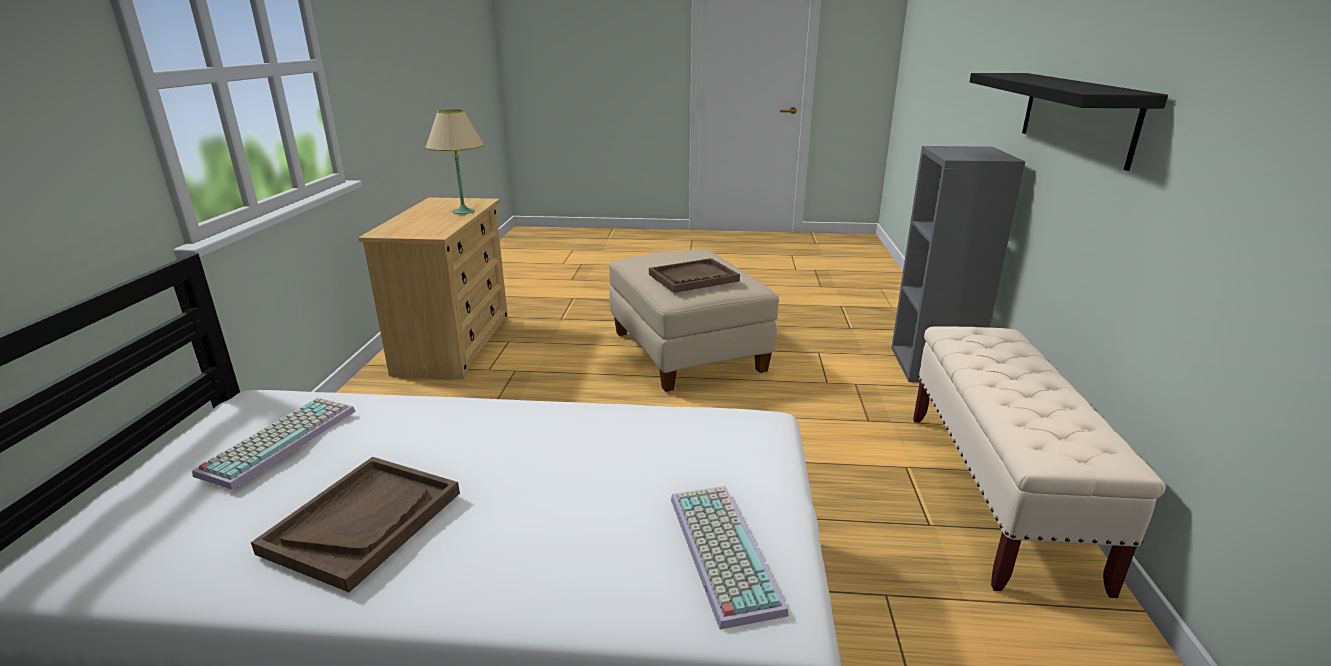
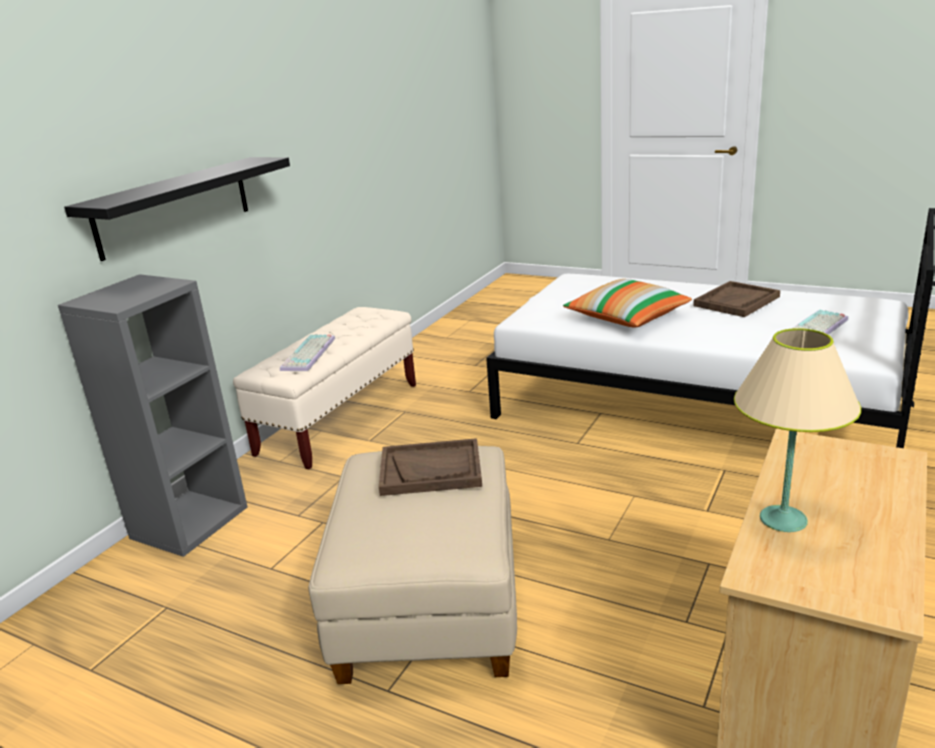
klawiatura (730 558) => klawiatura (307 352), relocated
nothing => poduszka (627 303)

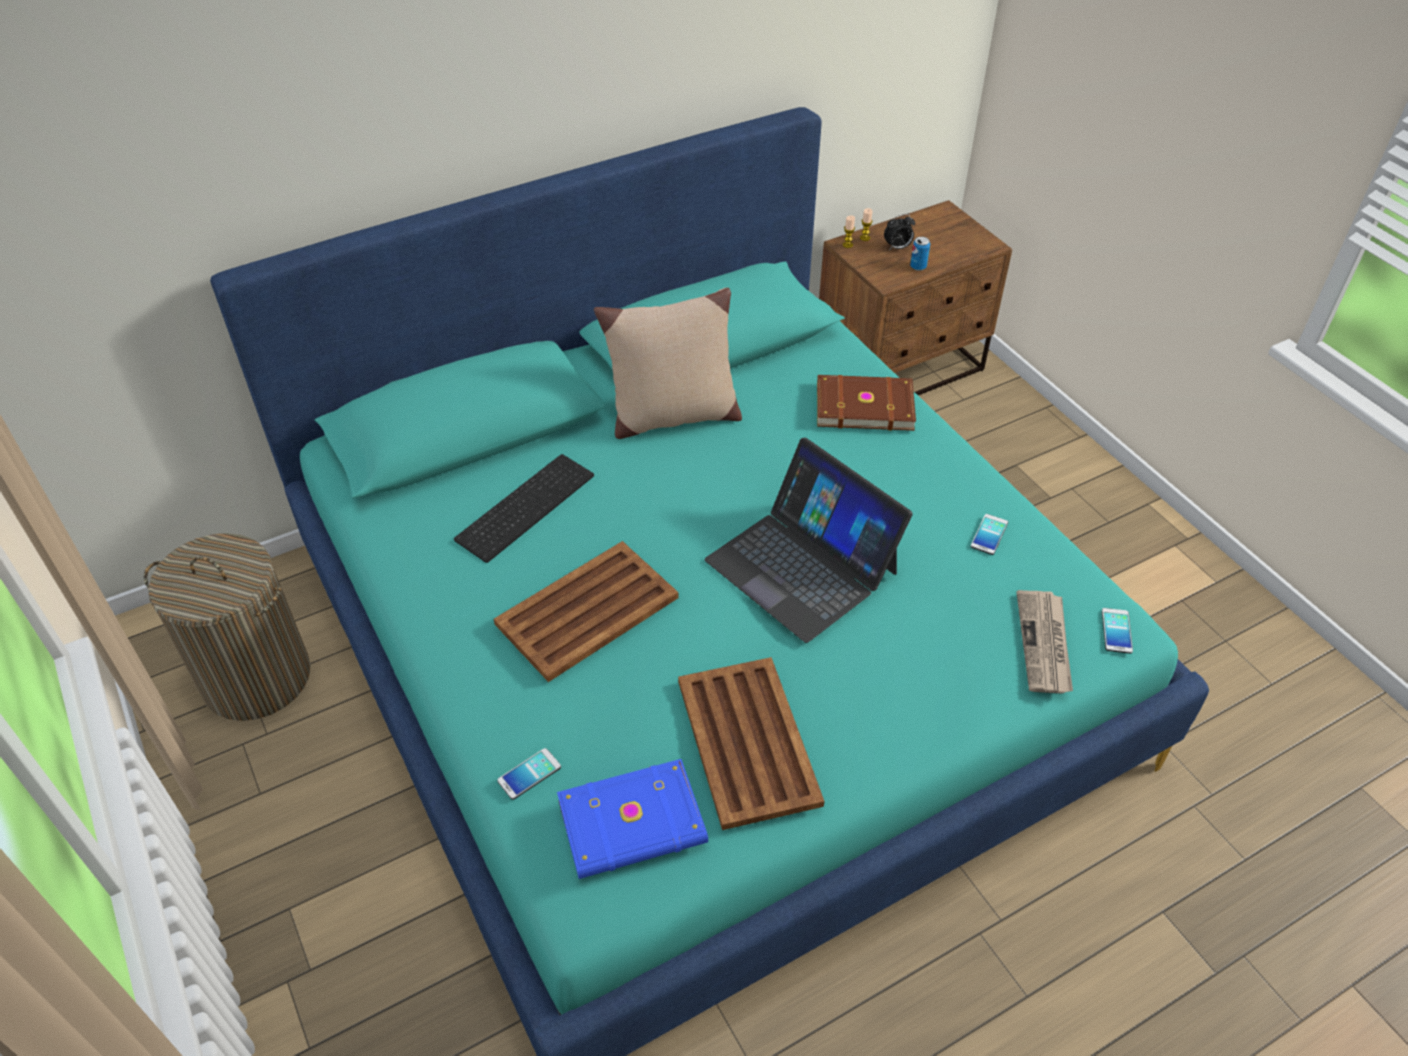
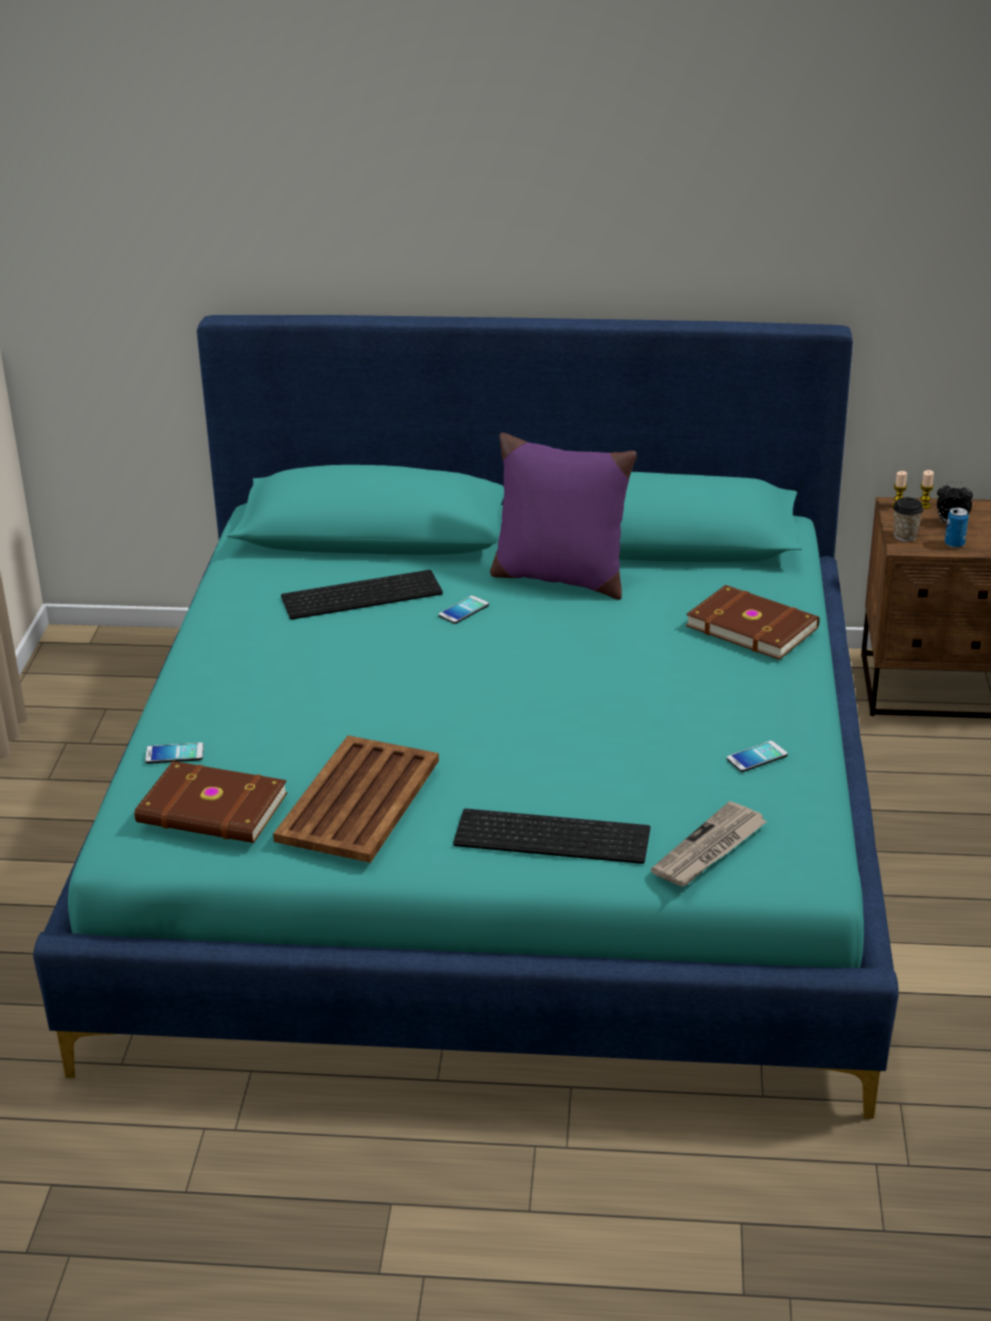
poduszka [beżowy] (668 363) => poduszka [fioletowy] (563 516)
laptop (808 540) => nothing
kosz na pranie (227 627) => nothing
taca [brązowy] (586 611) => nothing
telefon (1117 631) => telefon (463 609), relocated
książka [niebieski] (632 819) => książka [brązowy] (210 802)
nothing => filiżanka (908 519)
nothing => klawiatura (551 836)

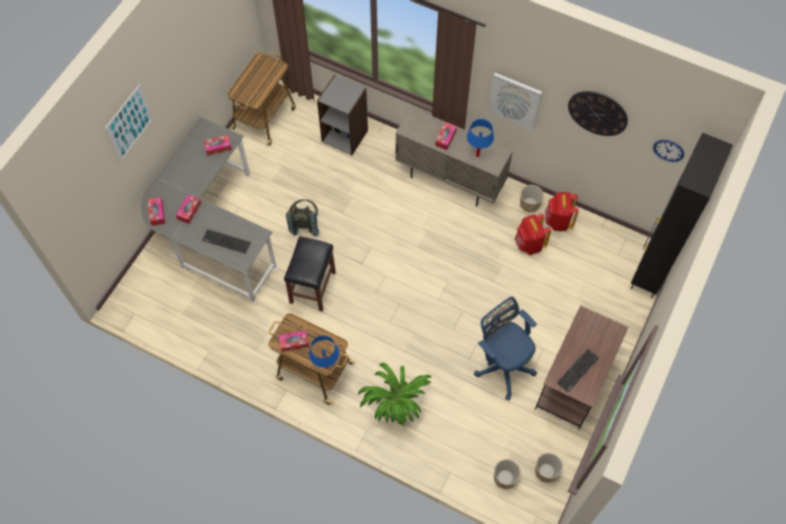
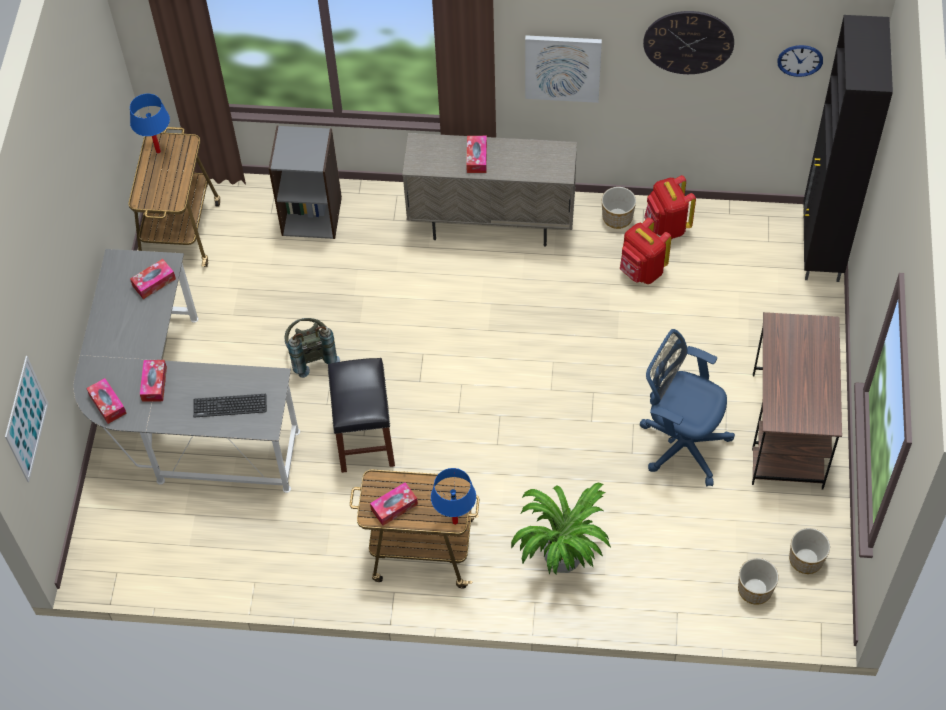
obraz (129 123) => obraz (26 419), relocated
lampa stołowa [niebieski] (480 138) => lampa stołowa [niebieski] (150 123), relocated
klawiatura (578 370) => nothing

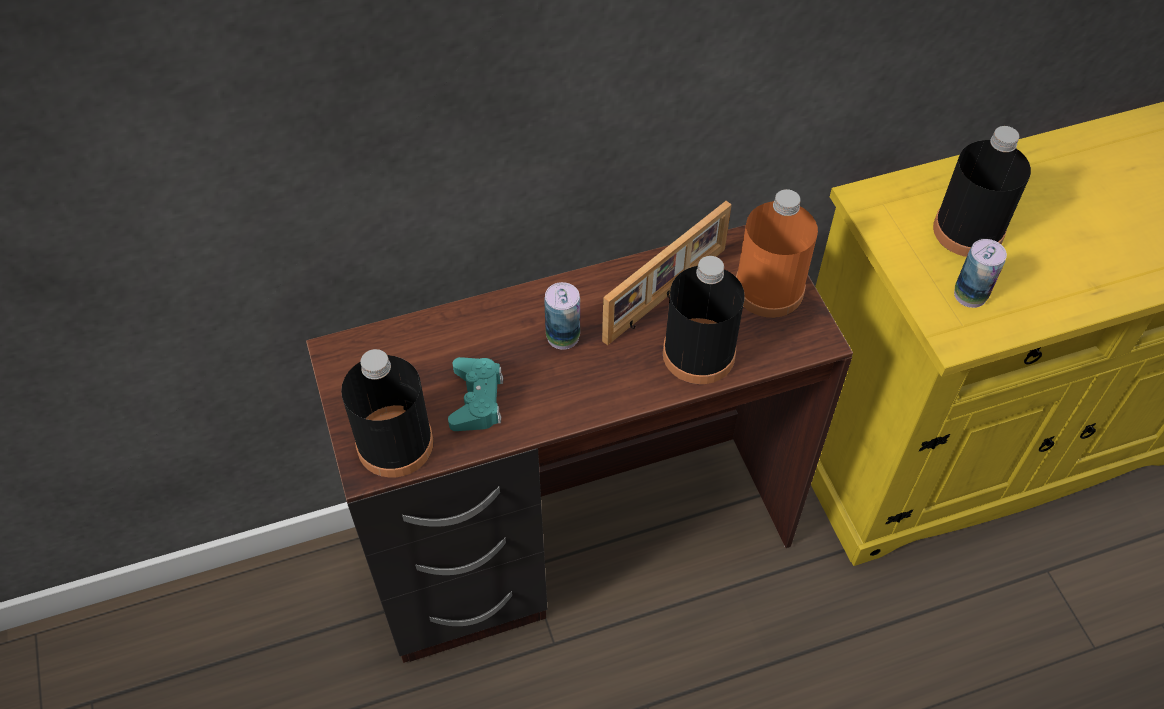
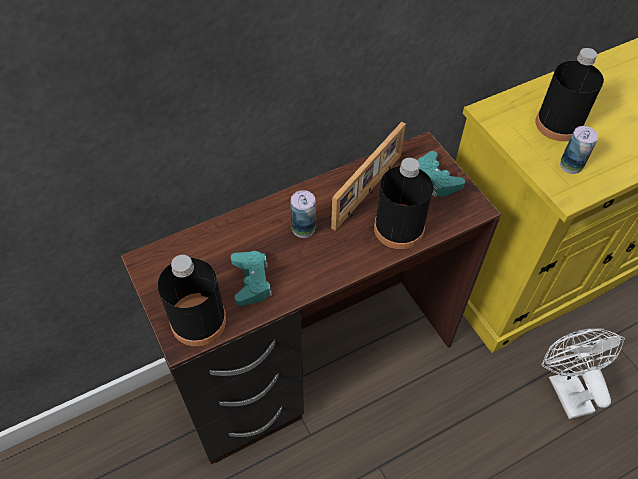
butelka [pomarańczowy] (777 253) => pad do gier [turkusowy] (441 174)
nothing => wentylator [biały] (583 373)

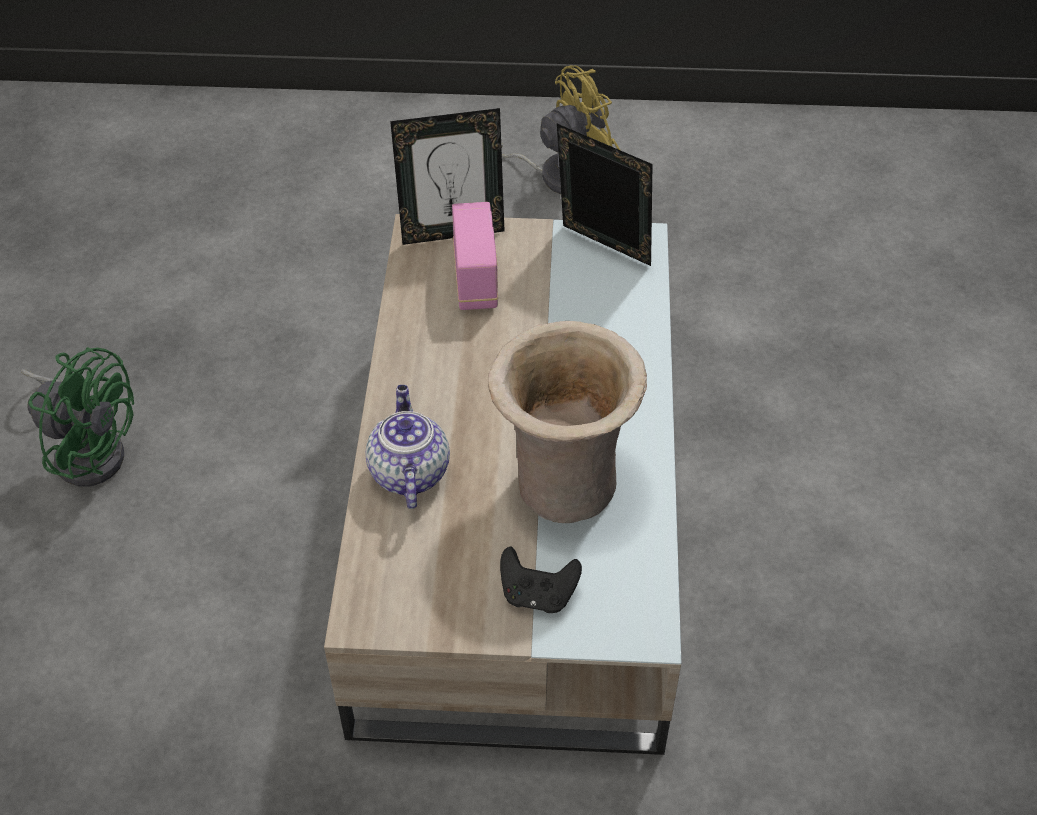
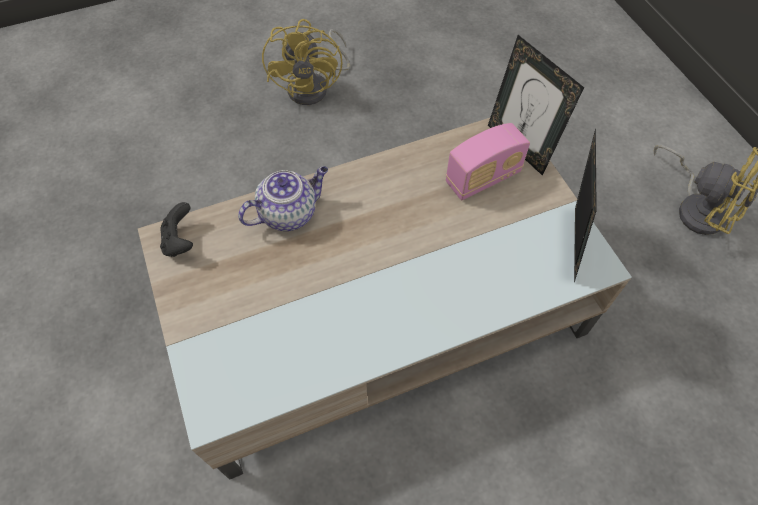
wazon [beżowy] (567 422) => nothing
wentylator [zielony] (77 417) => wentylator [żółty] (306 62)
pad do gier [czarny] (541 580) => pad do gier [czarny] (176 229), relocated

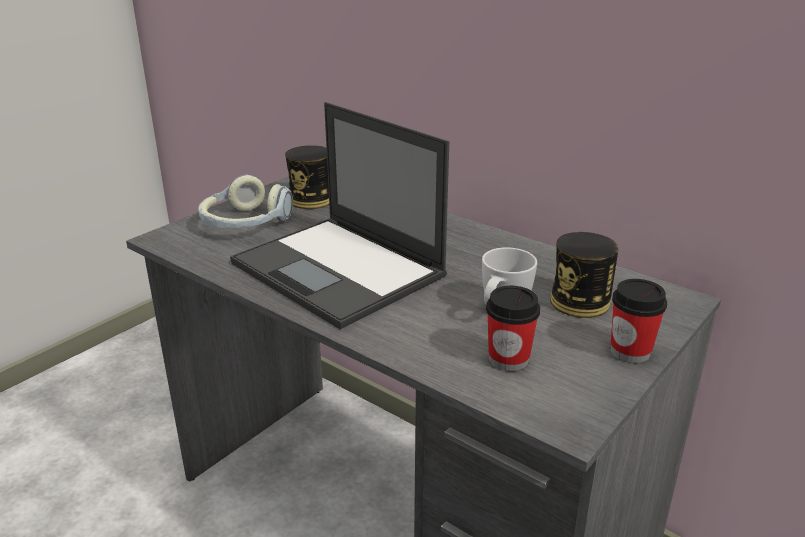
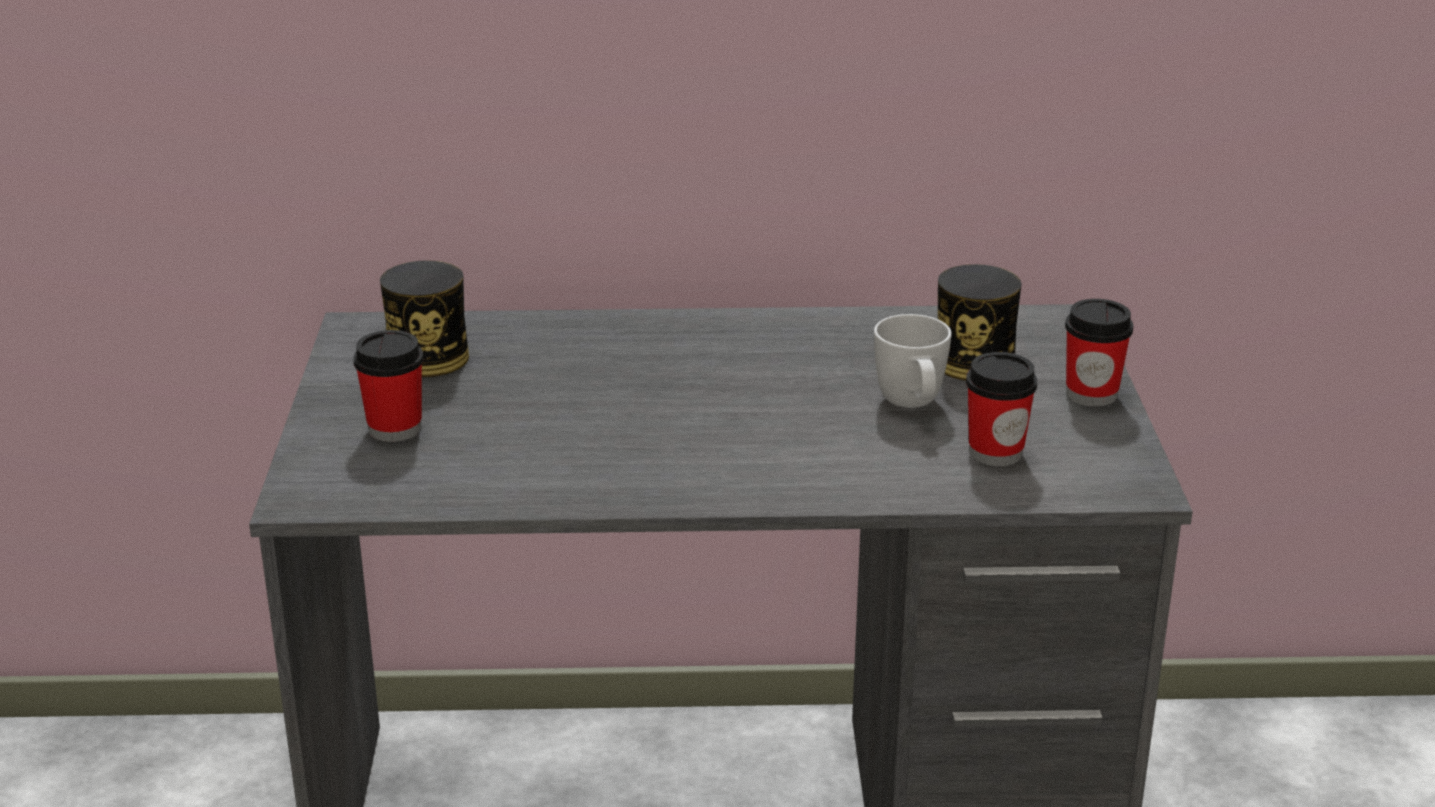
laptop (339 215) => nothing
słuchawki (245 201) => filiżanka (388 386)

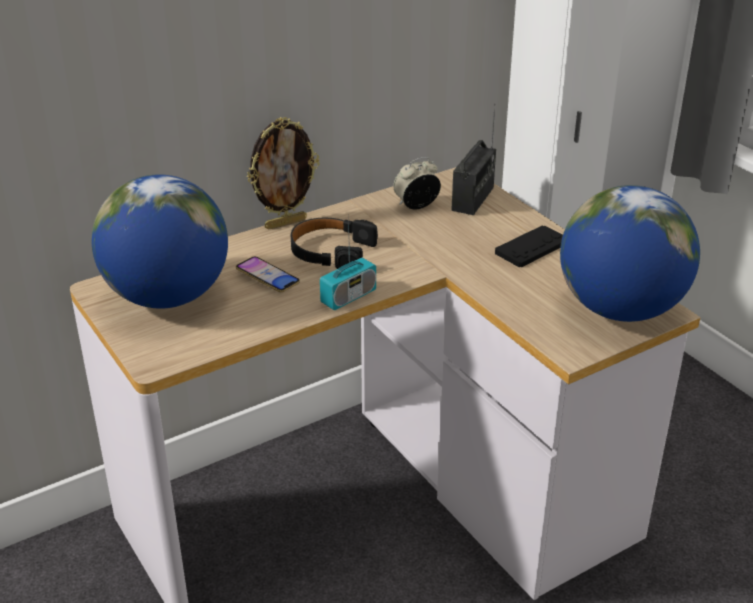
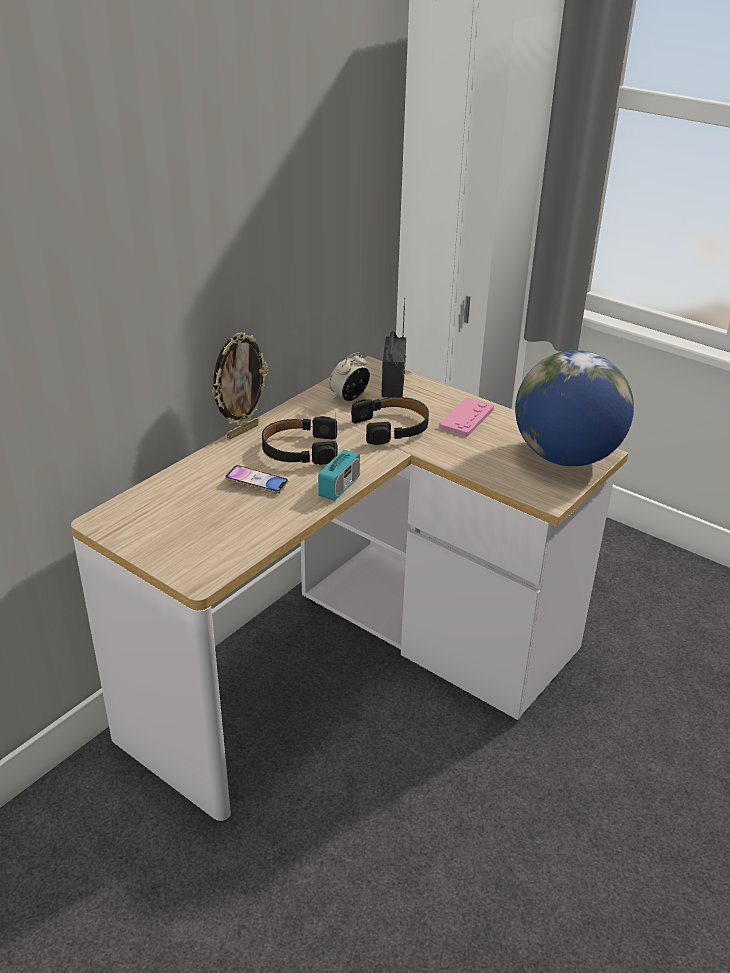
globus (160 241) => nothing
pad do gier [czarny] (529 246) => pad do gier [różowy] (466 417)
nothing => słuchawki [czarny] (390 421)

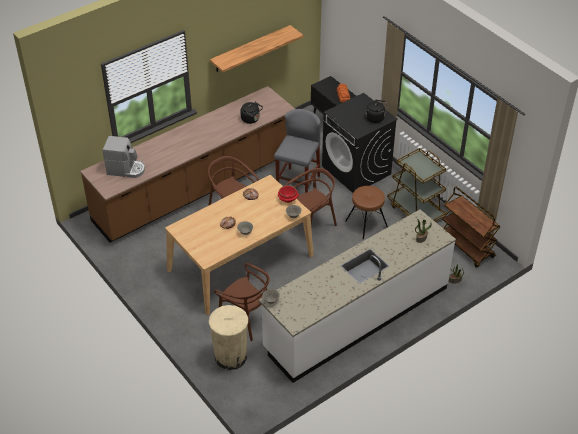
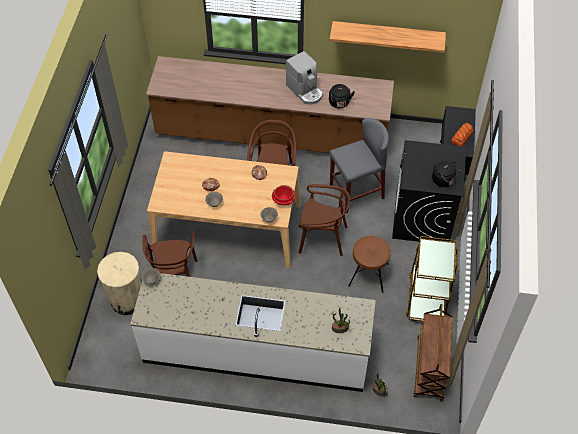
ekspres do kawy (124 157) => ekspres do kawy (304 77), relocated

